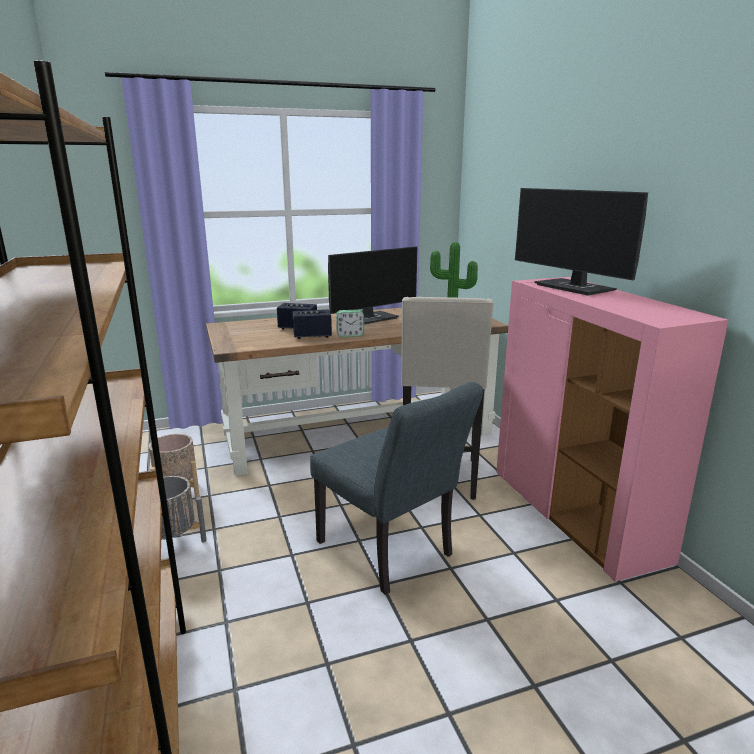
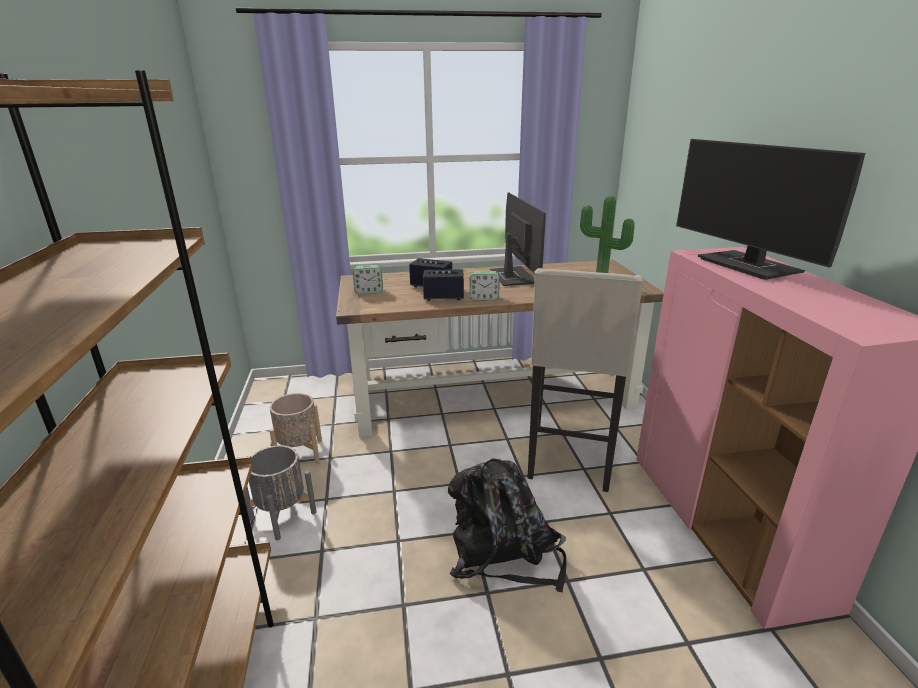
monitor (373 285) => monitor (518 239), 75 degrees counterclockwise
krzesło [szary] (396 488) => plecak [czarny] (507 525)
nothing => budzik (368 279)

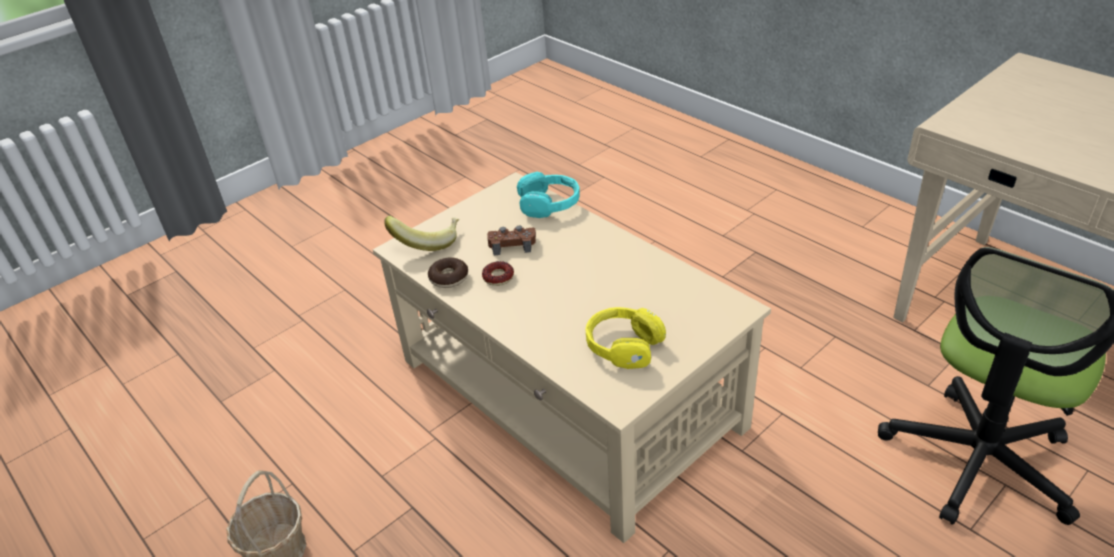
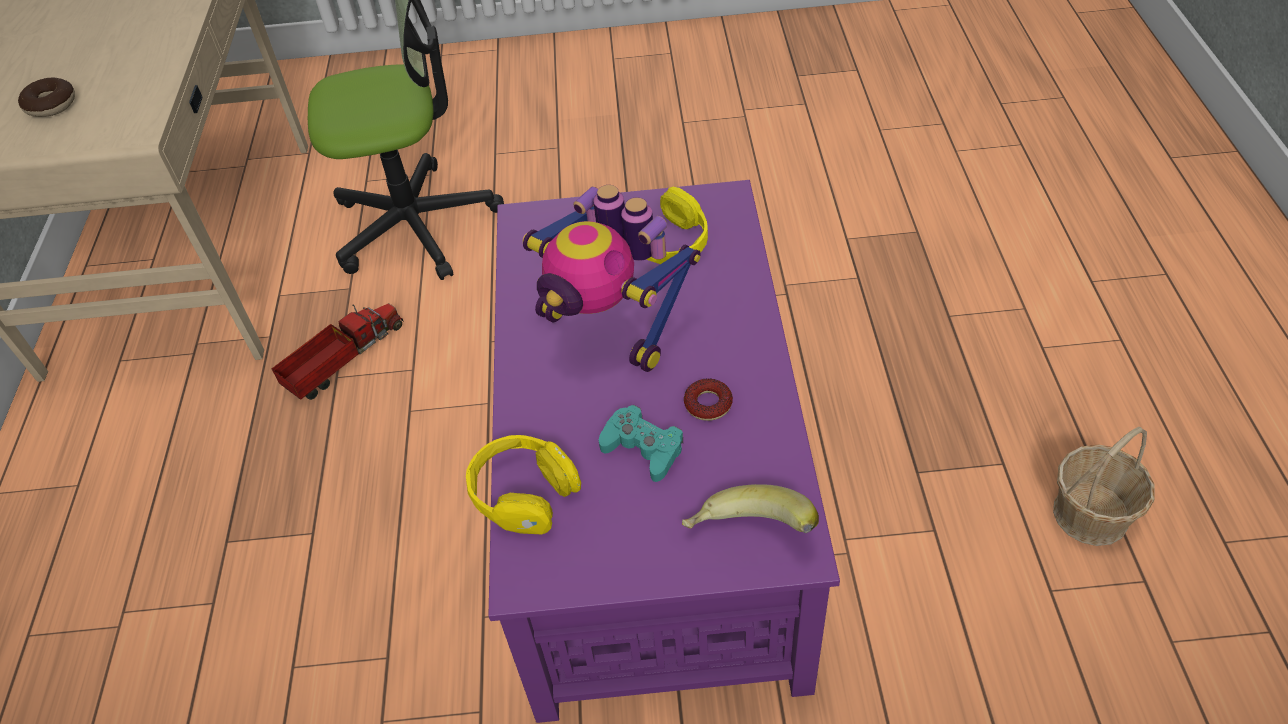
ława [beżowy] (572 357) => ława [fioletowy] (664 451)
słuchawki [turkusowy] (548 195) => słuchawki [żółty] (523 484)
pad do gier [brązowy] (511 240) => pad do gier [turkusowy] (641 443)
donut (448 273) => donut (46 97), relocated
nothing => robot zabawkowy (612 278)
nothing => ciężarówka zabawkowa (338 351)

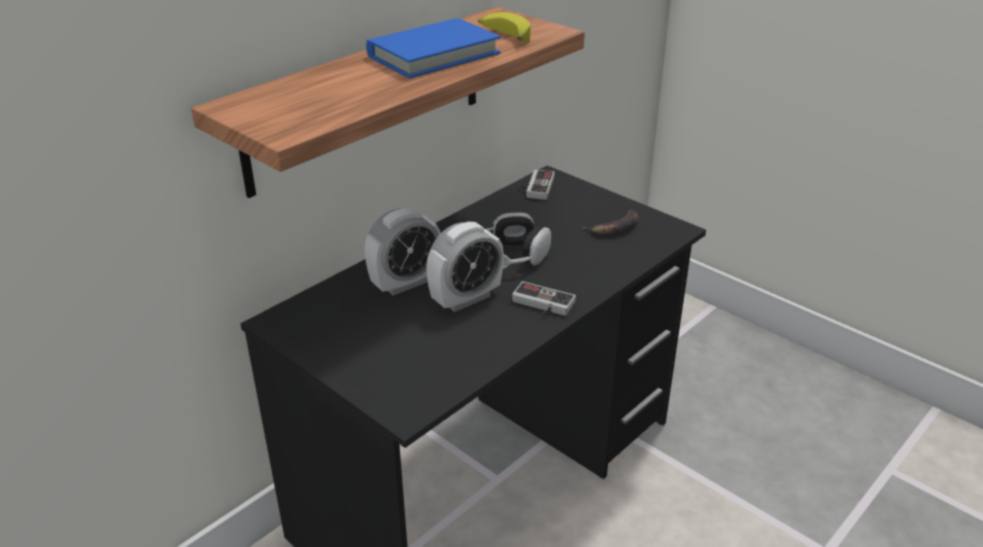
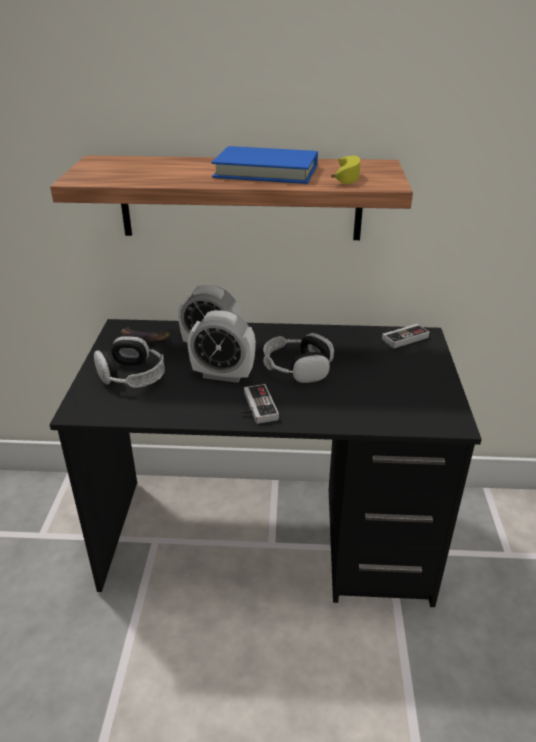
banan (610 222) => banan (145 334), relocated
nothing => słuchawki (129 362)

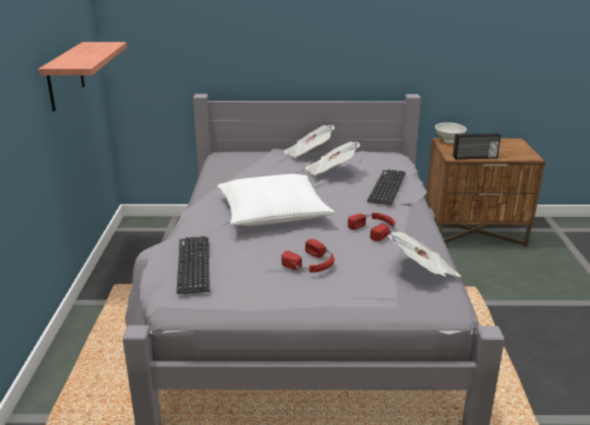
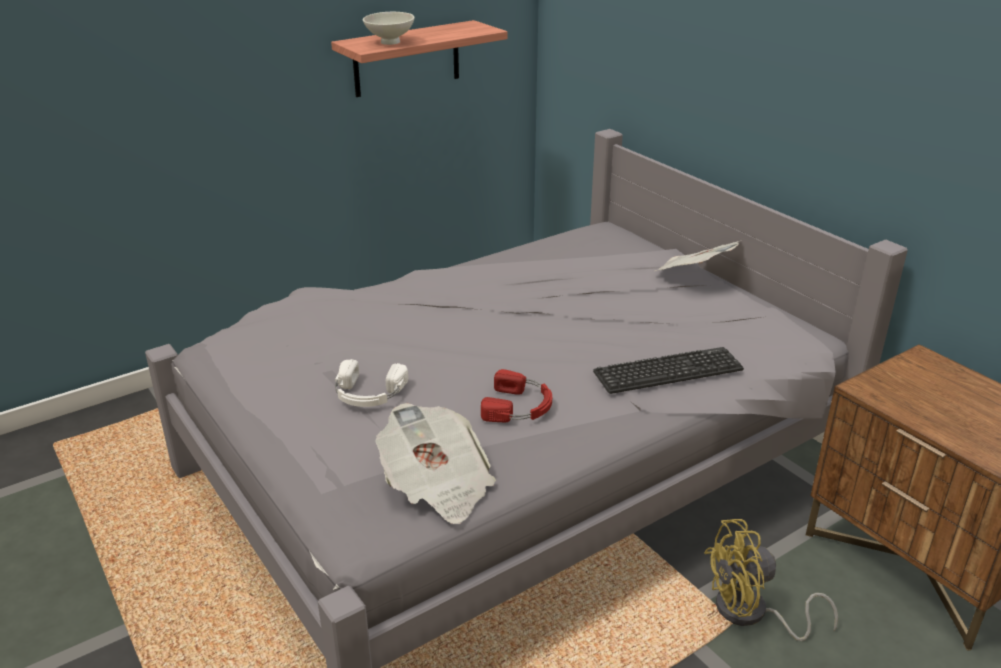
miska [biały] (451 132) => miska [biały] (389 28), relocated
radio (477 146) => nothing
gazeta (332 158) => nothing
poduszka [biały] (276 200) => nothing
klawiatura (193 265) => nothing
słuchawki [czerwony] (307 255) => słuchawki [biały] (371 383)
nothing => wentylator [żółty] (771 580)

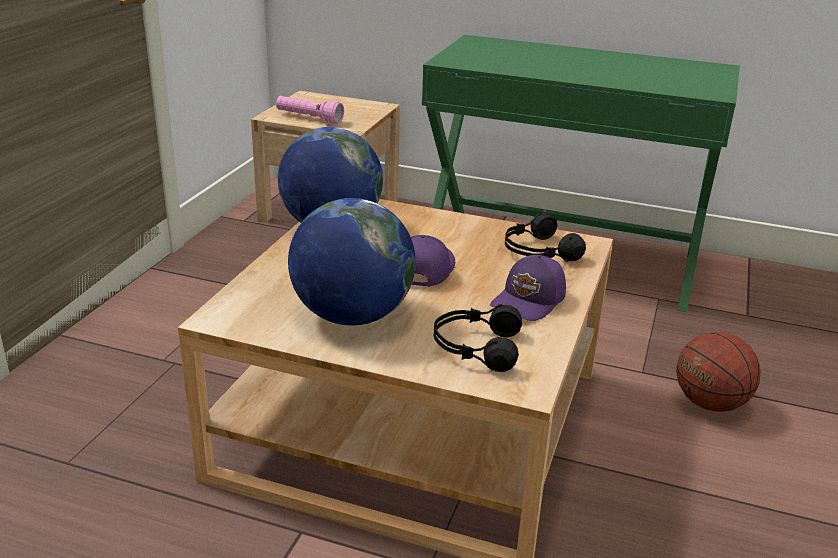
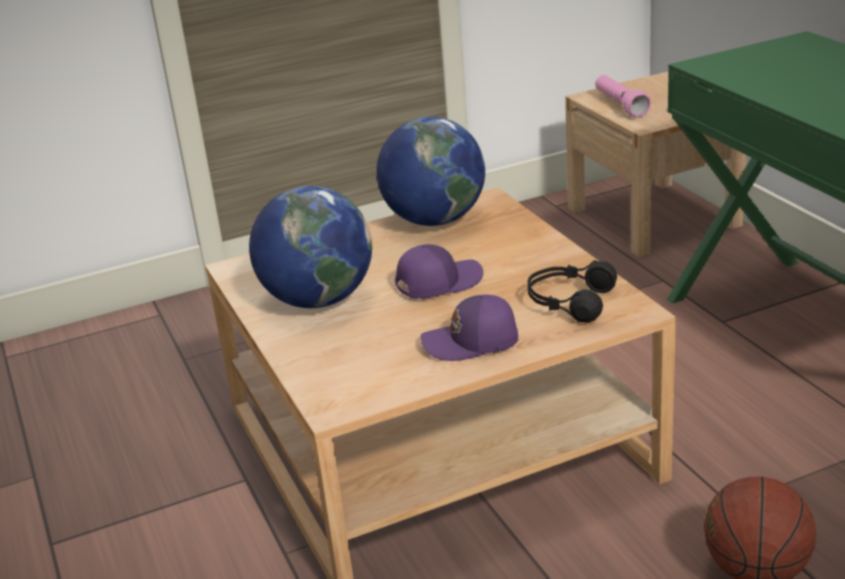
słuchawki [czarny] (478 338) => nothing

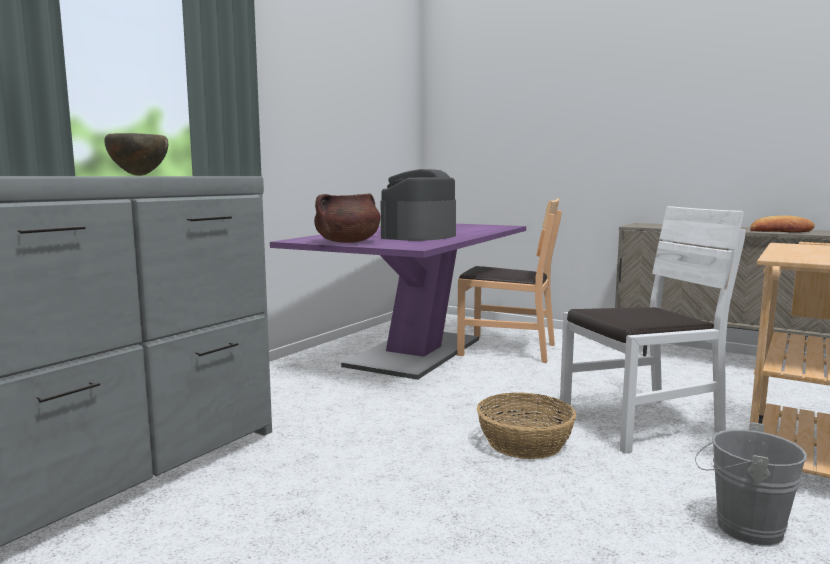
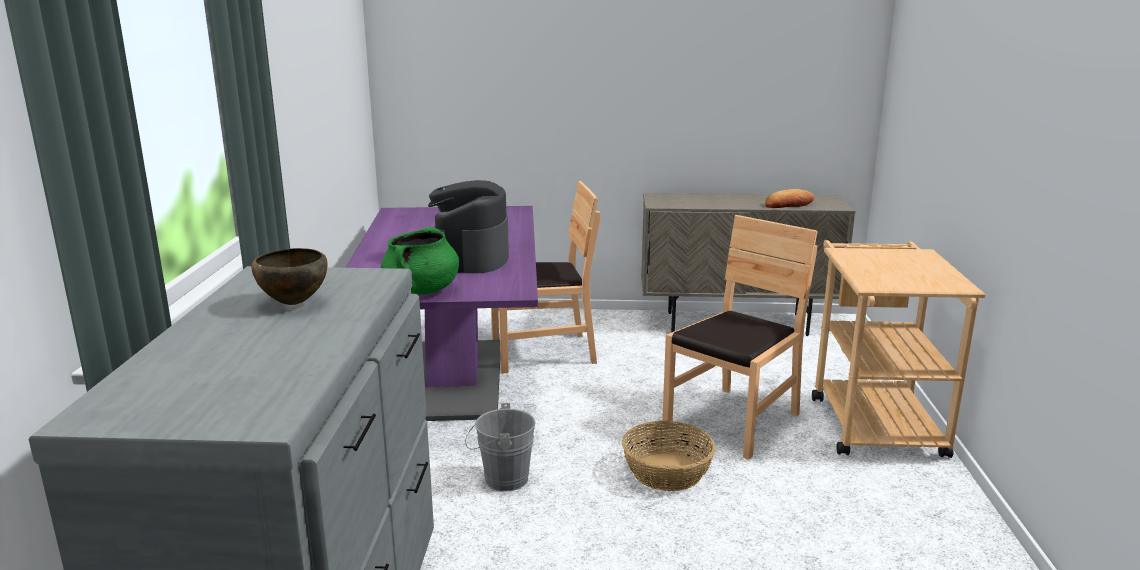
garnek [brązowy] (347 218) => garnek [zielony] (420 261)
krzesło [biały] (653 330) => krzesło [brązowy] (740 337)
wiadro [szary] (751 484) => wiadro [szary] (500 447), relocated

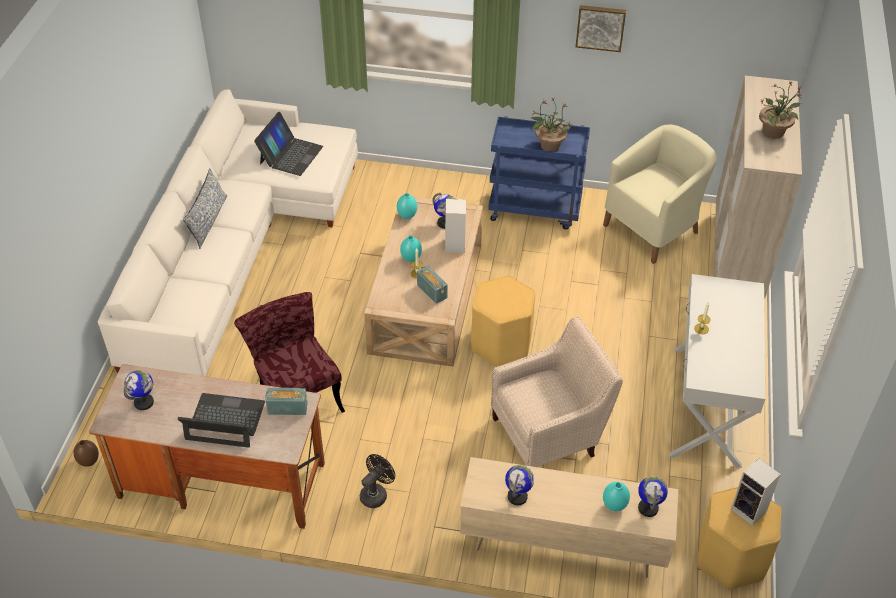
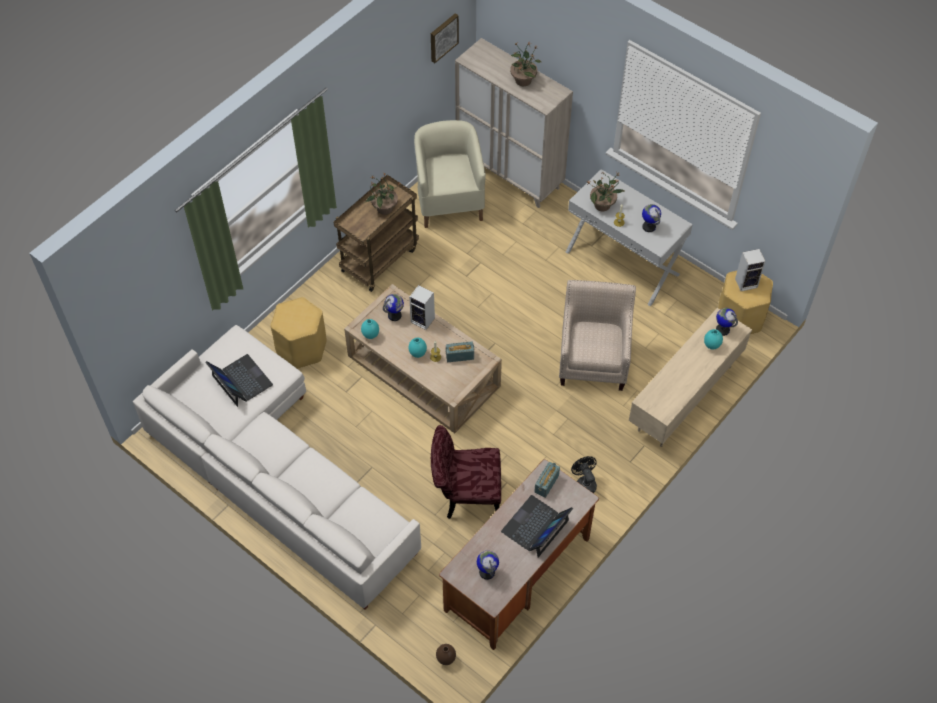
obraz (601 28) => obraz (445 38), relocated
wózek [niebieski] (539 173) => wózek [brązowy] (376 233)
poduszka (205 209) => nothing
stołek [żółty] (503 321) => stołek [żółty] (298 333), relocated
globus (519 485) => globus (651 218), relocated
nothing => roślina doniczkowa (606 191)

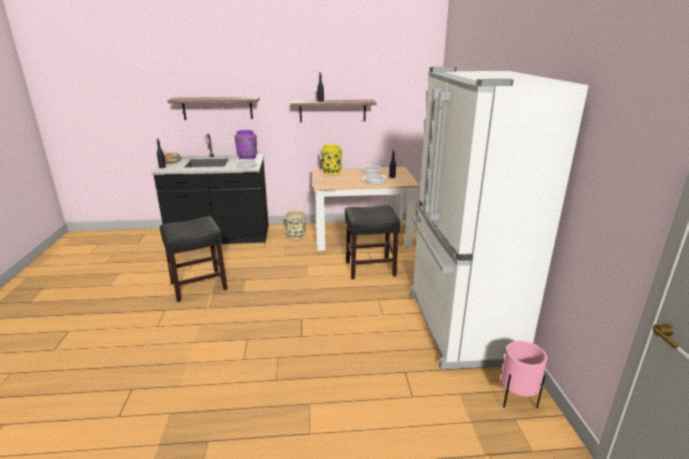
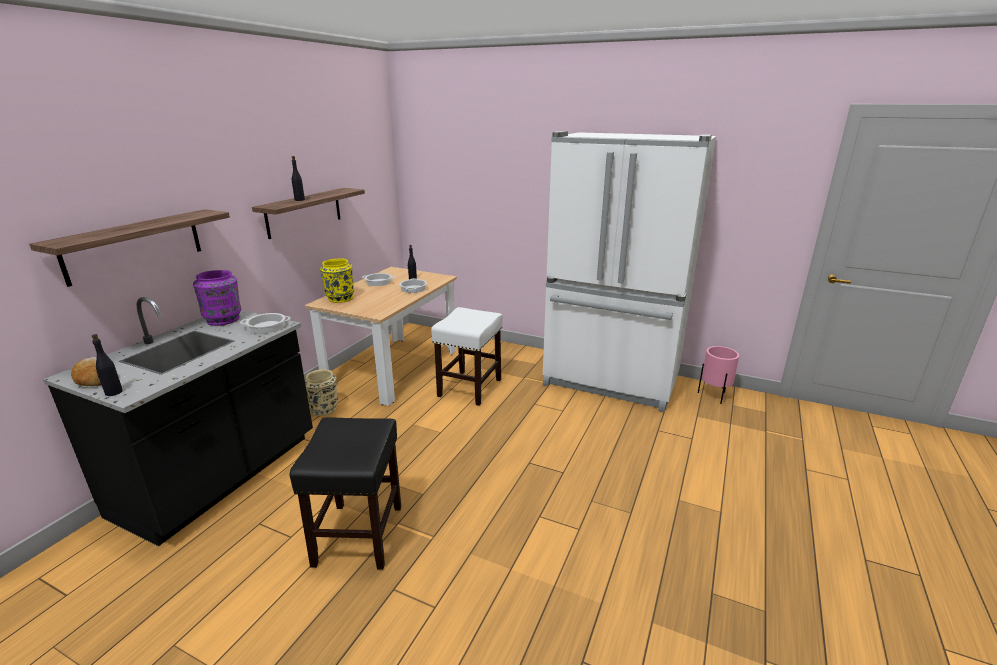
stołek [czarny] (372 242) => stołek [biały] (467 356)

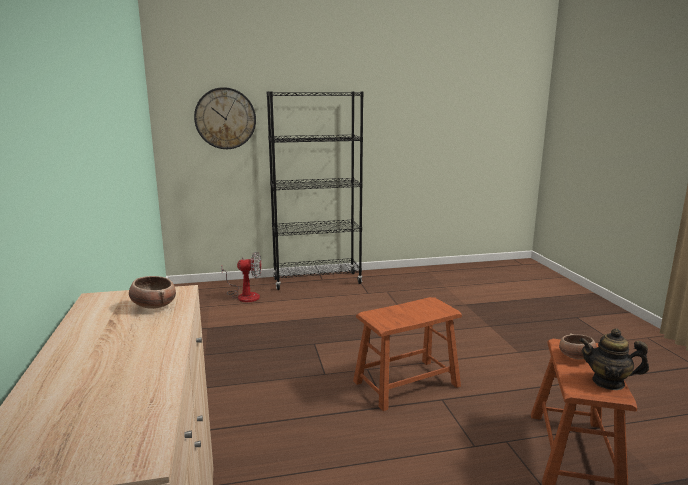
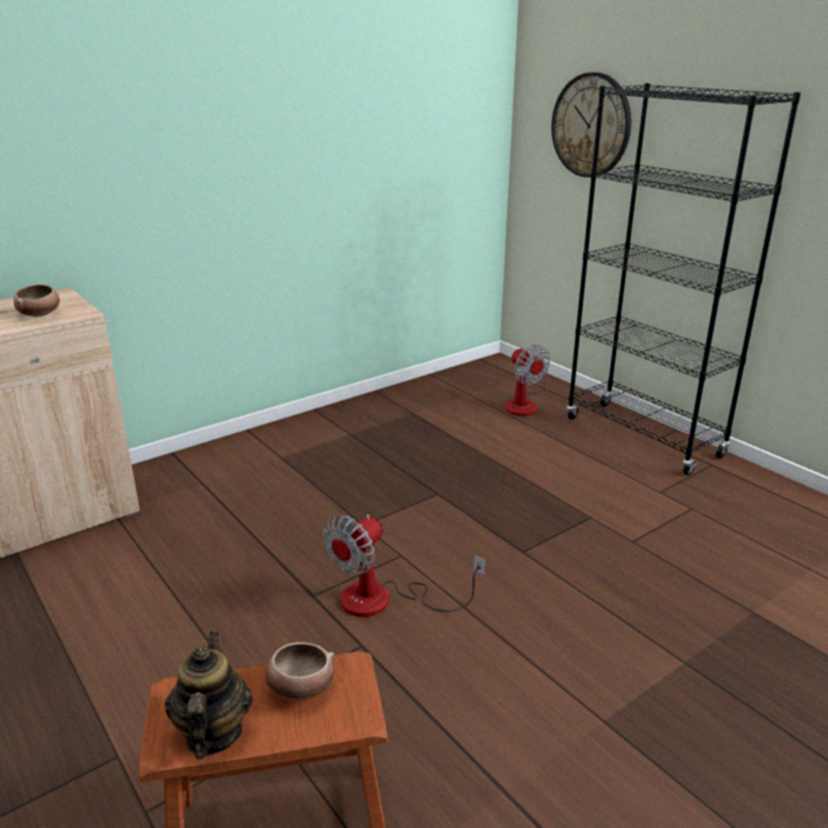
stołek [brązowy] (407 354) => wentylator (404 566)

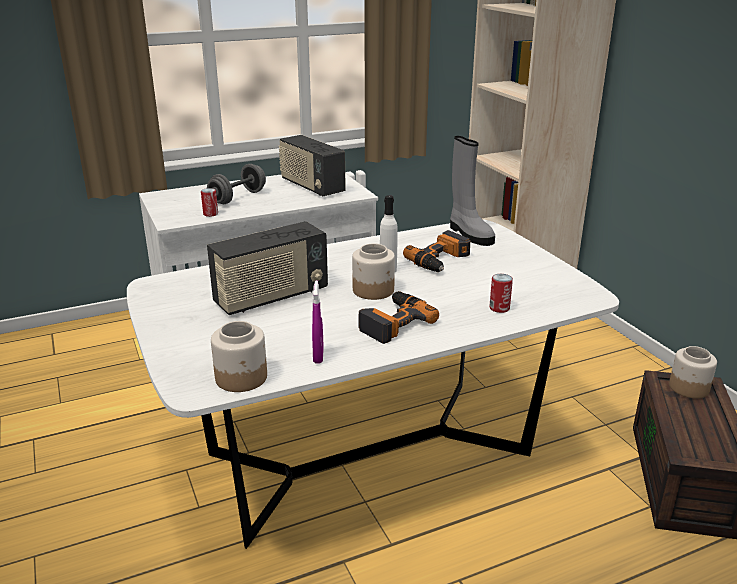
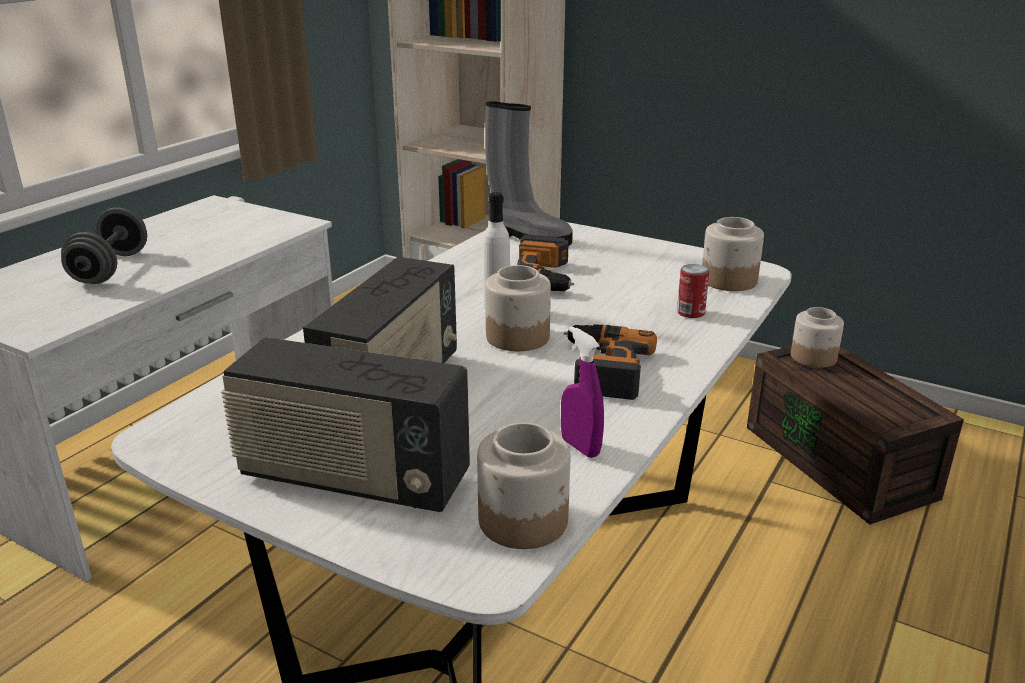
radio (312 165) => radio (345 424), relocated
puszka (209 202) => nothing
nothing => słoik (733 254)

